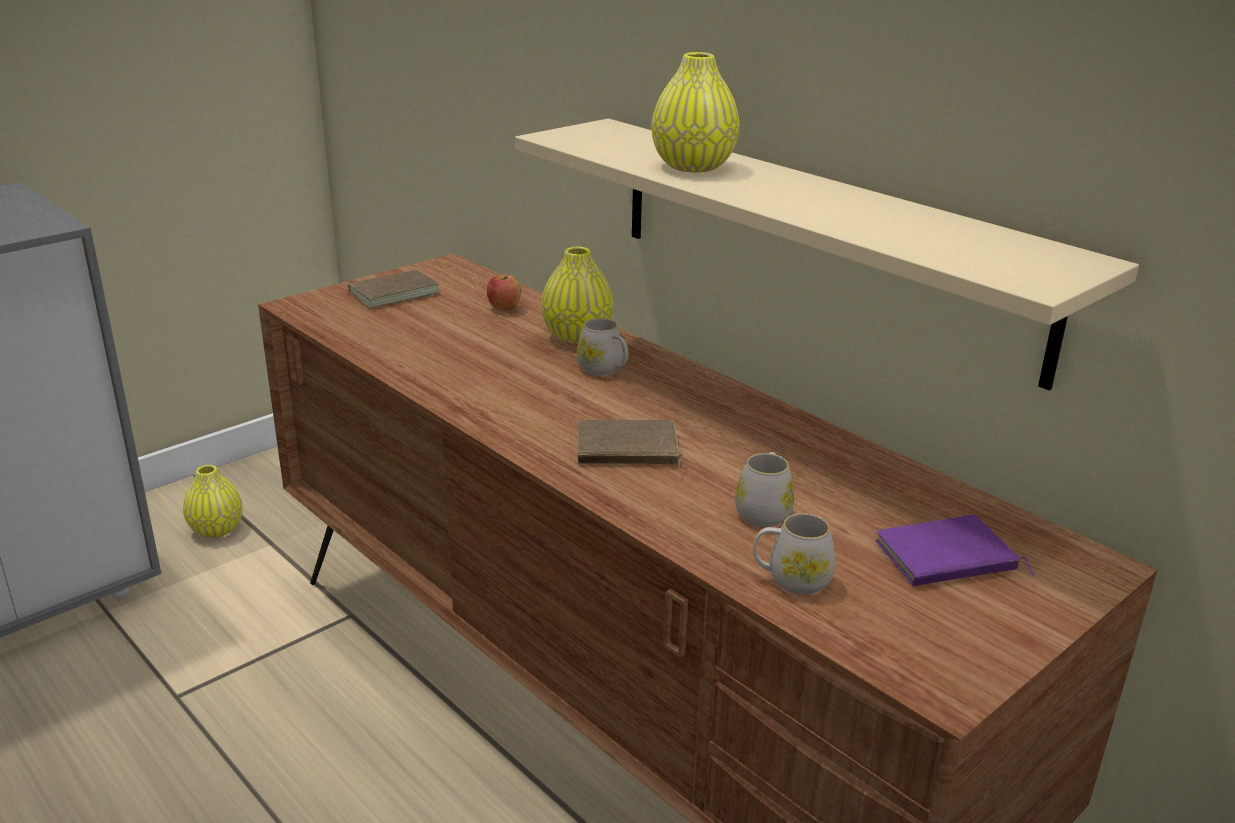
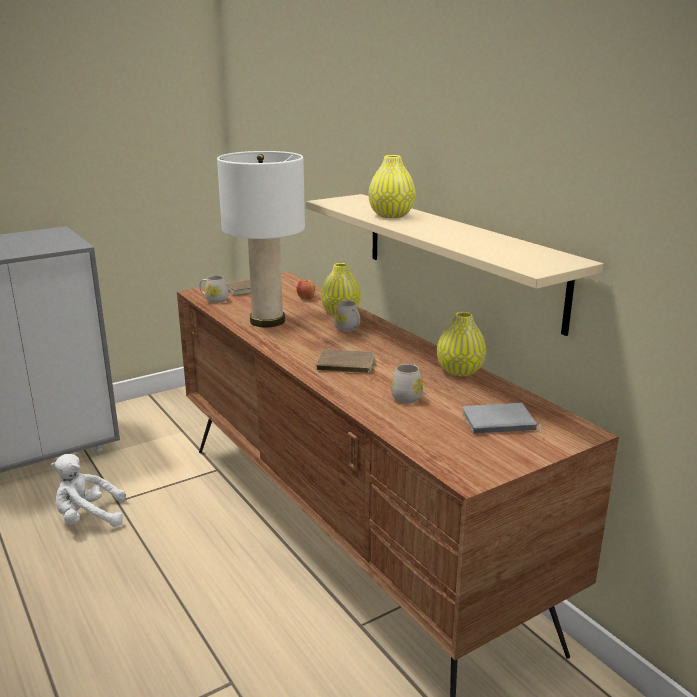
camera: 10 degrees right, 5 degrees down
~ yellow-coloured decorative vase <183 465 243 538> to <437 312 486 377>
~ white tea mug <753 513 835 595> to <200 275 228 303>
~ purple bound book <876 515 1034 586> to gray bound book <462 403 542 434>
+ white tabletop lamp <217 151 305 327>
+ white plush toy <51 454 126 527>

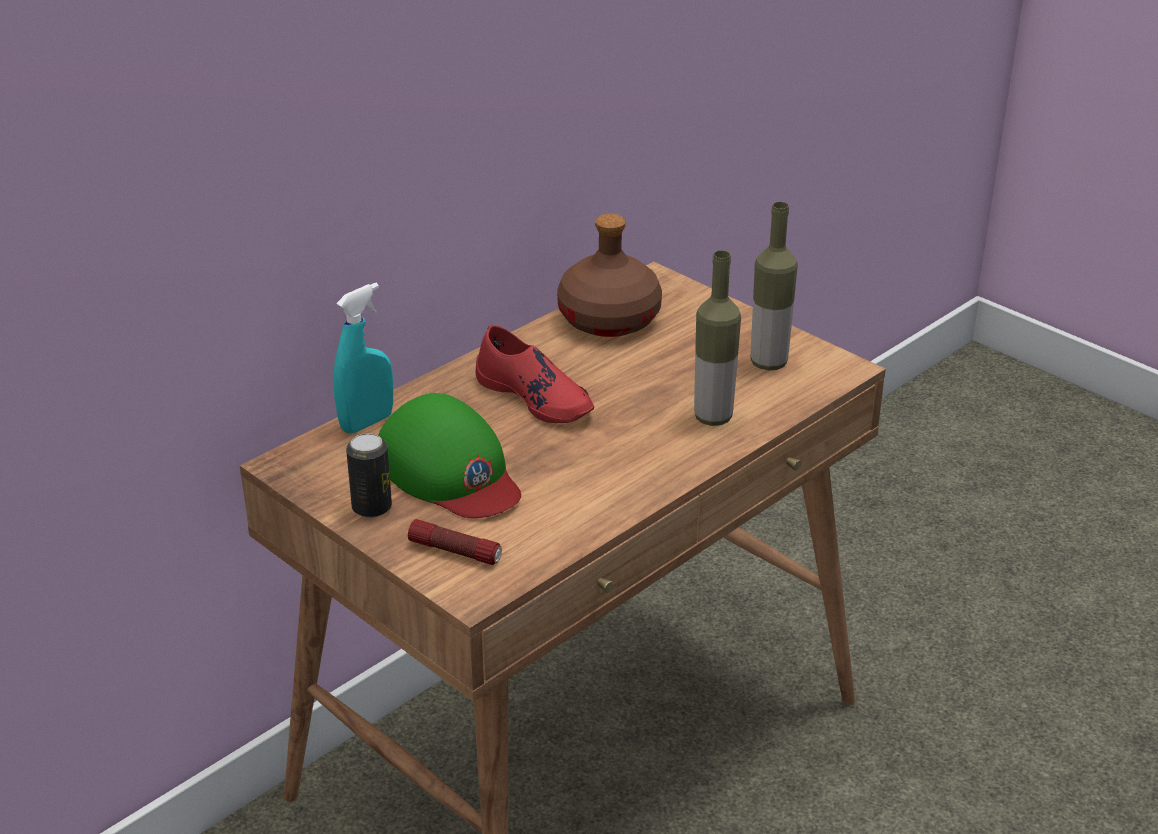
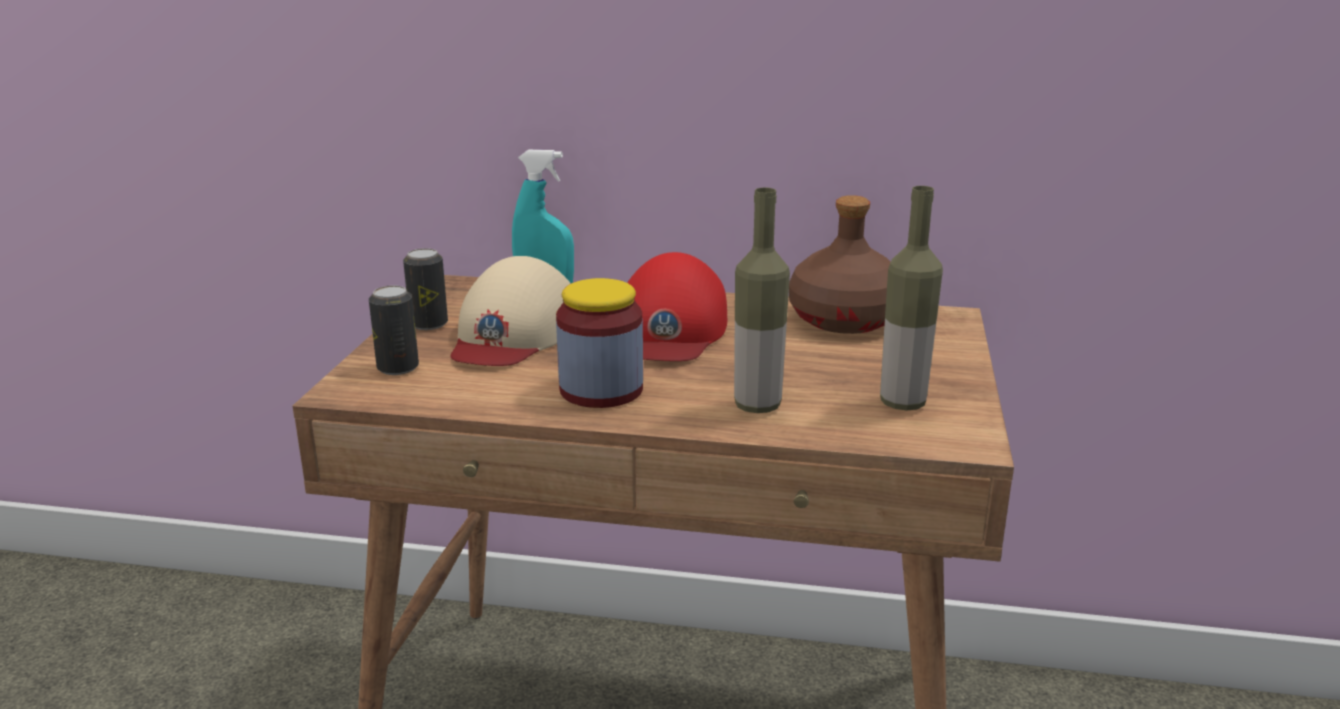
camera: 55 degrees right, 10 degrees down
~ red-coloured item of footwear <475 325 594 423> to red-coloured cap <627 252 727 361>
~ greenish cap <378 393 521 518> to beige-coloured cap <450 256 571 366>
~ torch <408 519 502 565> to can <369 285 419 375>
+ preserve jar <556 278 643 408>

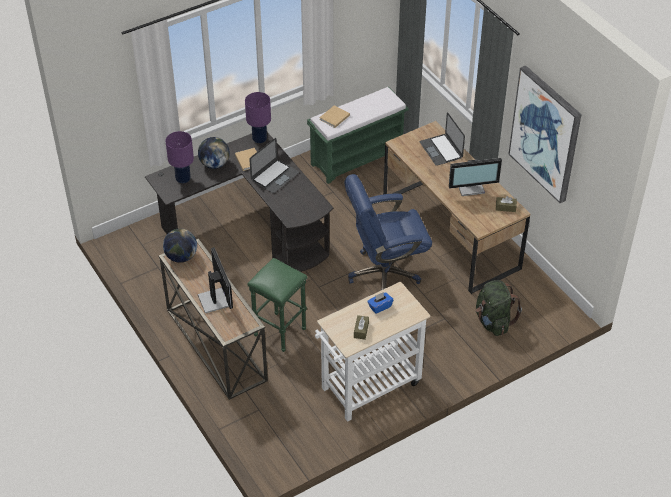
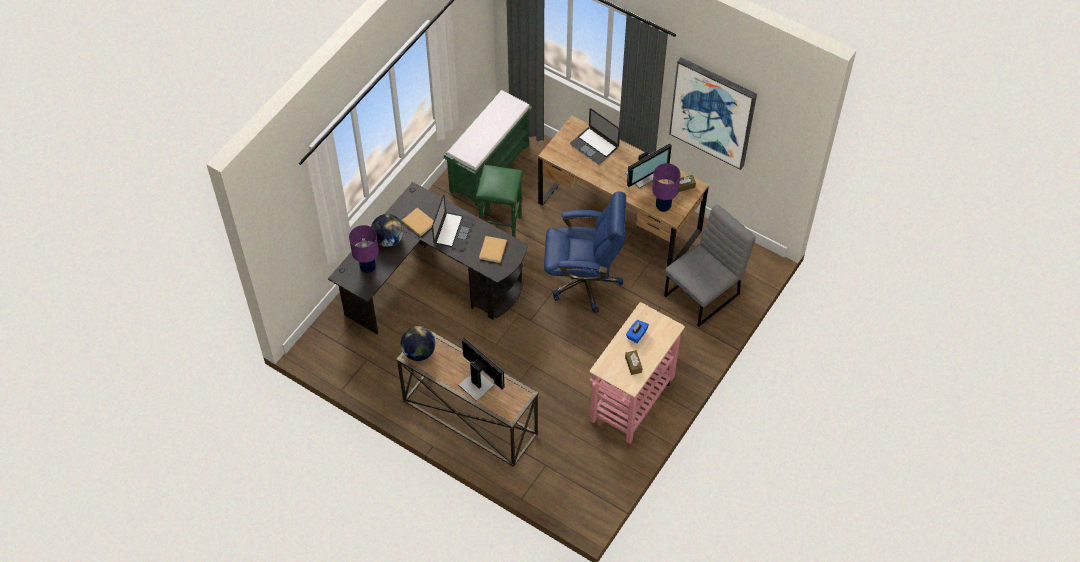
camera: 25 degrees left, 10 degrees up
~ purple tabletop lamp <245 92 271 143> to <652 163 681 212>
~ beige-coloured bound book <319 105 350 128> to <479 236 507 263>
~ bluish computer chair <345 174 432 290> = <544 191 626 313> 135 degrees counterclockwise
~ greenish stool seat <247 258 307 352> to <476 165 523 238>
~ greenish knapsack <476 280 522 336> to gray upright chair <664 204 756 327>
~ white cart <315 282 430 422> to pinkish cart <590 302 685 444>

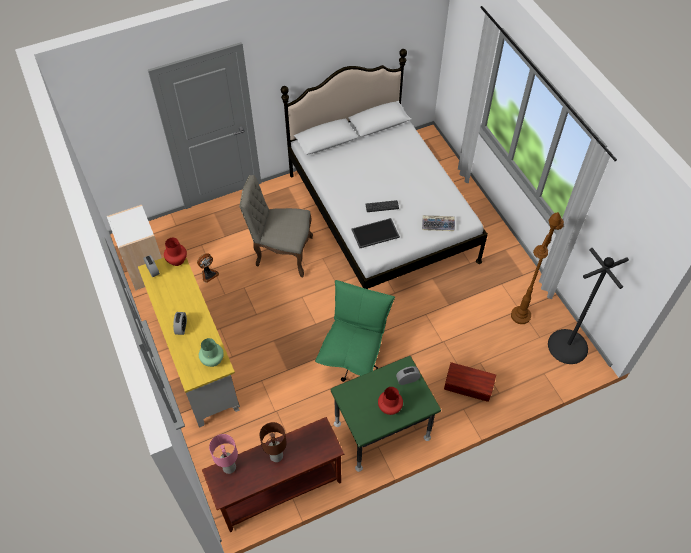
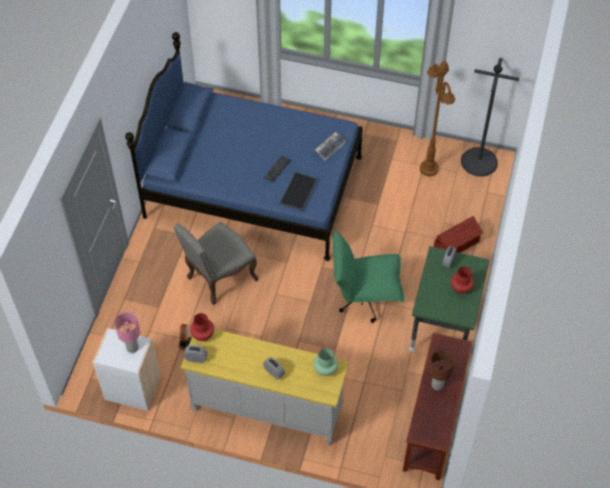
camera: 50 degrees left, 0 degrees up
~ white bedroom bed <281 49 488 289> to bluish bedroom bed <125 32 363 261>
~ greenish computer chair <315 280 395 382> = <333 230 404 323> 60 degrees counterclockwise
~ pinkish tabletop lamp <209 434 238 474> to <115 312 140 353>

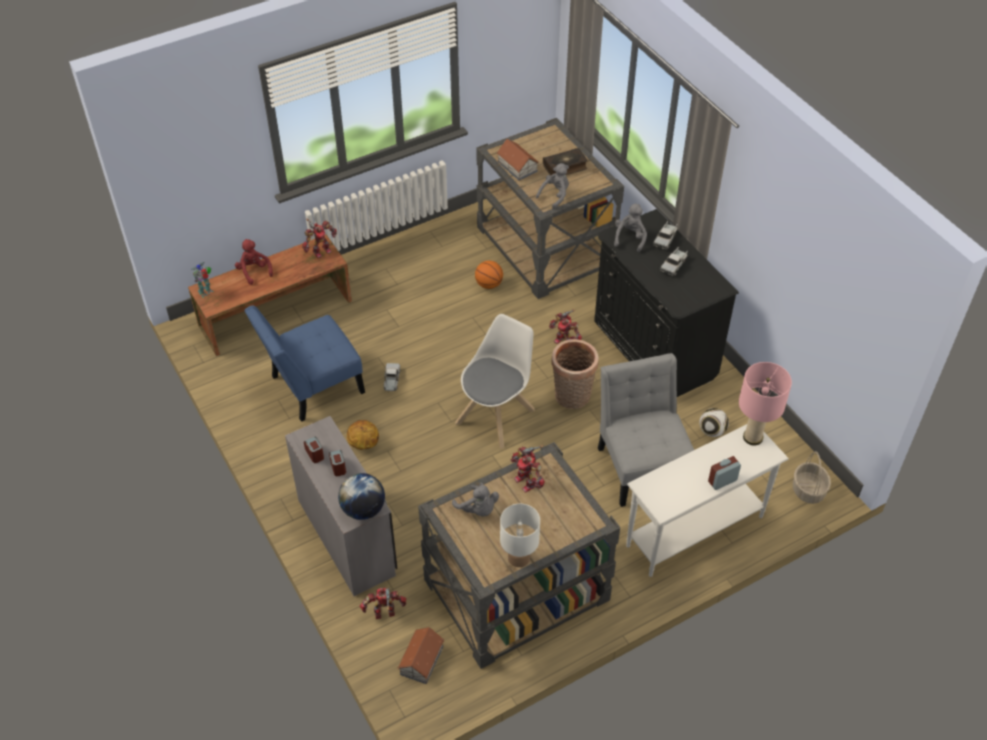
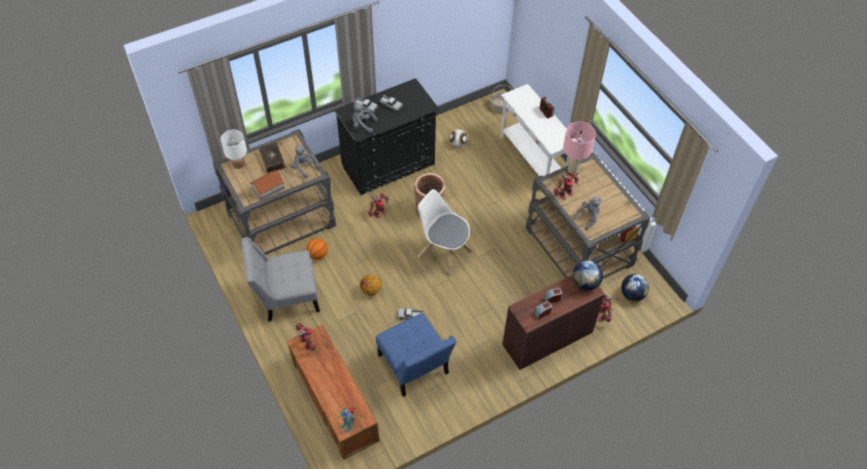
camera: 90 degrees left, 5 degrees up
- red-coloured plush toy <235 239 273 285>
~ gray upright chair <598 353 694 507> to <241 237 320 322>
~ pinkish tabletop lamp <739 362 792 446> to <563 122 596 175>
~ gray desk unit <285 416 397 596> to brown-coloured desk unit <502 275 605 370>
~ basketball <347 420 379 450> to <360 274 382 296>
~ white tabletop lamp <500 504 540 567> to <221 129 247 169>
~ toy house <398 627 444 684> to desk globe <621 274 649 301>

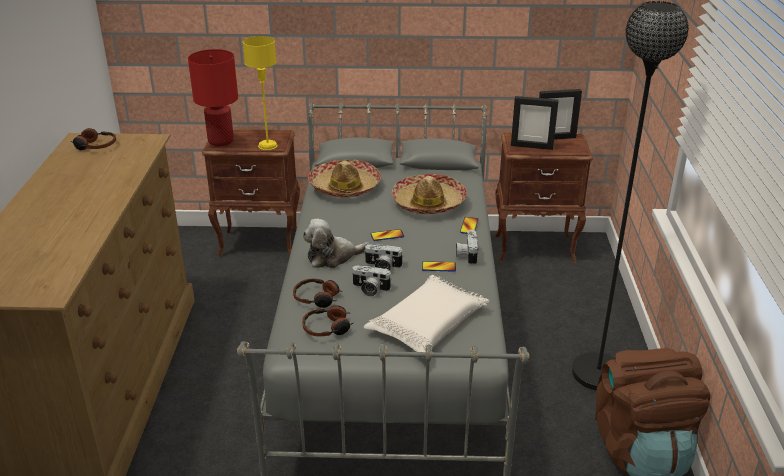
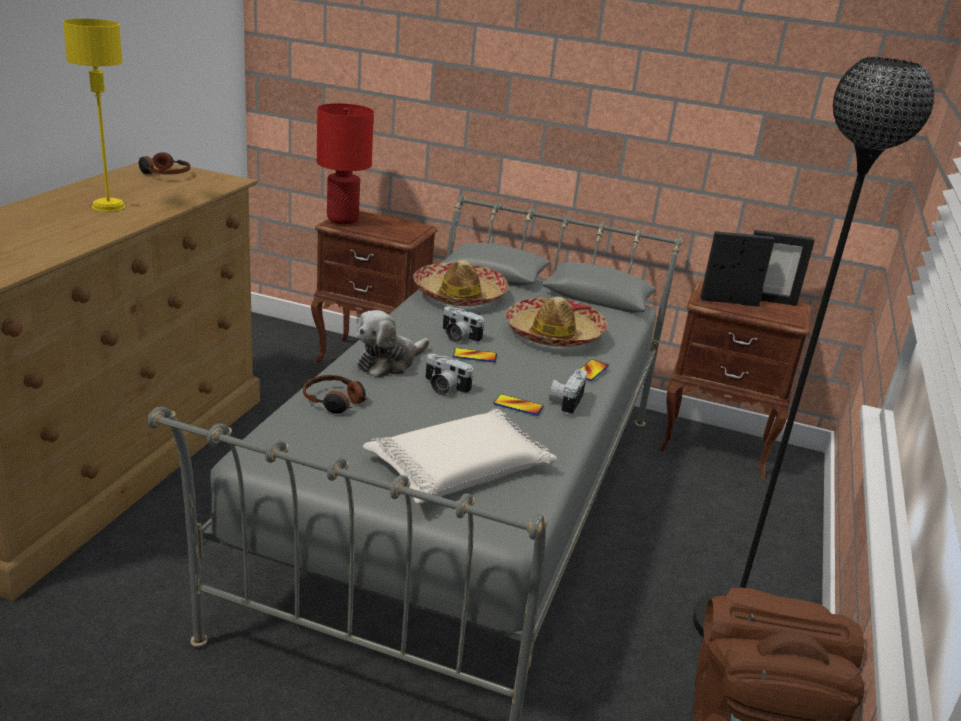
camera: 15 degrees right, 5 degrees down
~ yellow-coloured tabletop lamp <243 36 278 150> to <63 19 125 212>
~ photo frame <511 96 559 150> = <700 231 775 307> 150 degrees clockwise
~ plush toy <303 218 370 268> = <357 310 429 378> 45 degrees counterclockwise
~ still camera <351 266 392 296> to <443 306 484 343>
- headphones <302 305 353 337>

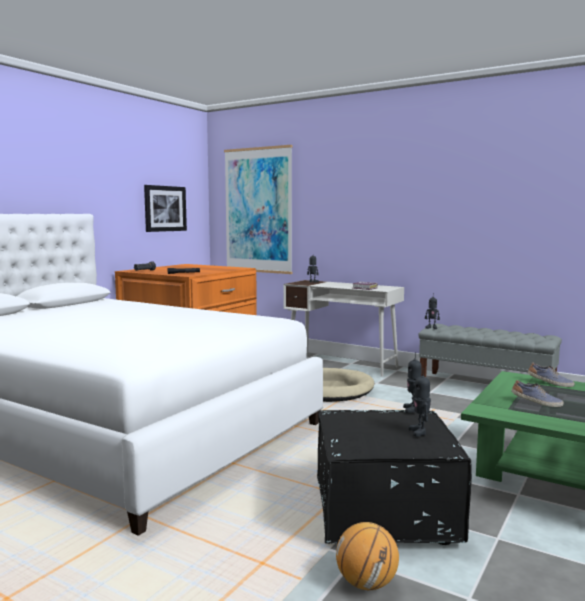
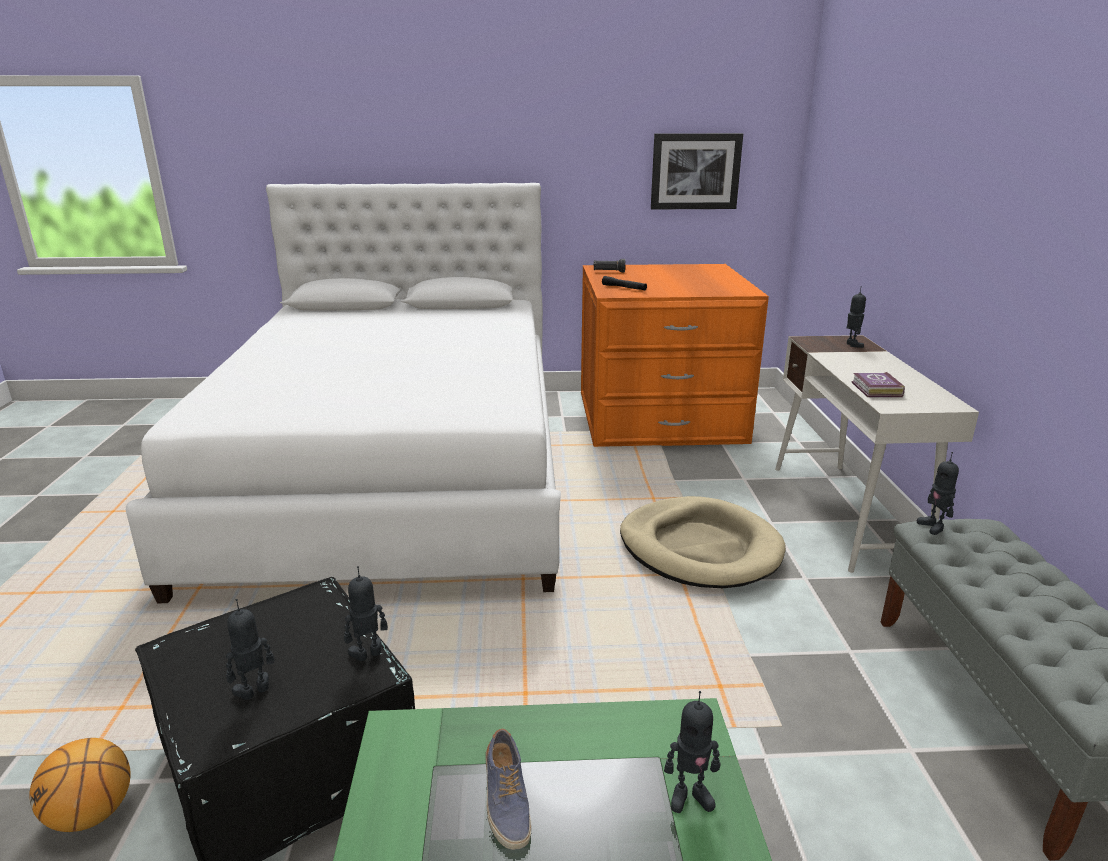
camera: 55 degrees right, 15 degrees up
- wall art <224 145 293 274>
~ item of footwear <528 362 575 387> to toy robot <664 691 720 813>

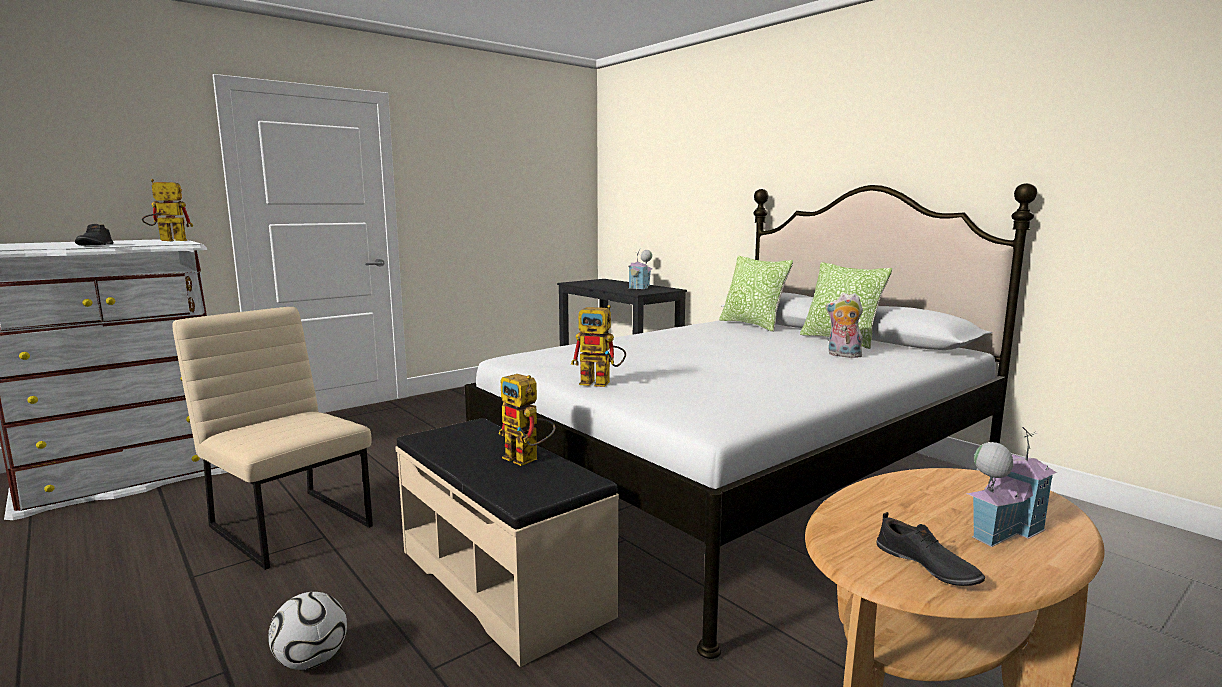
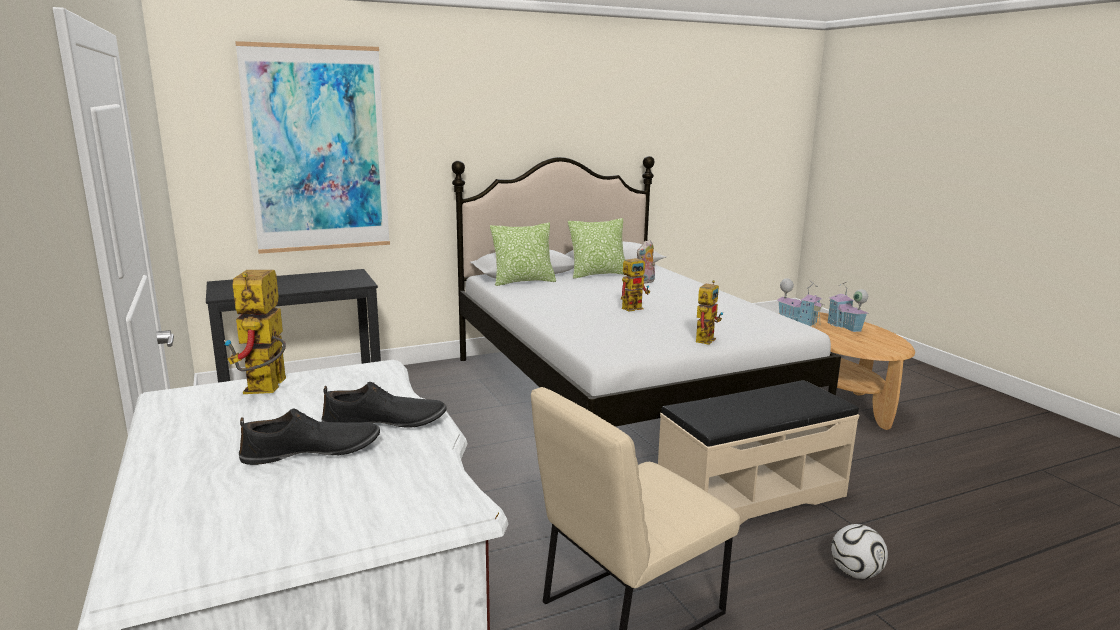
camera: 75 degrees left, 5 degrees up
~ toy house <629 250 652 289> to <777 278 824 326>
~ toy robot <499 374 555 466> to <621 256 650 312>
~ black item of footwear <877 512 985 586> to <239 409 380 465>
+ wall art <235 41 390 254>

